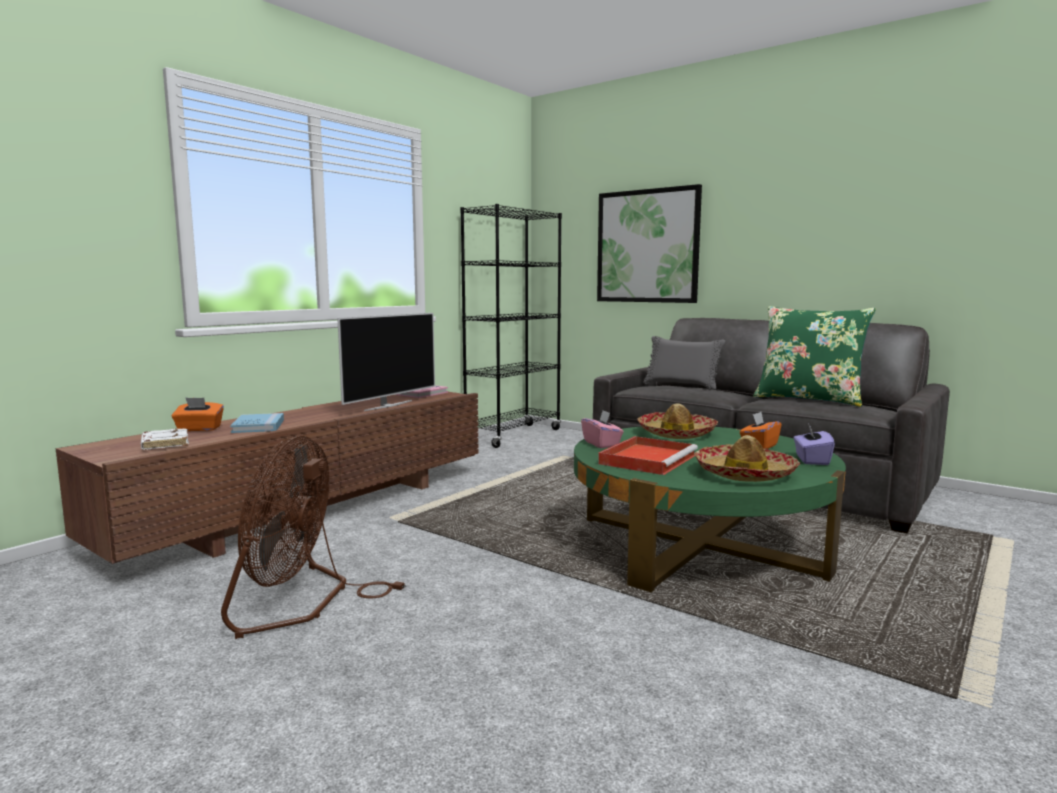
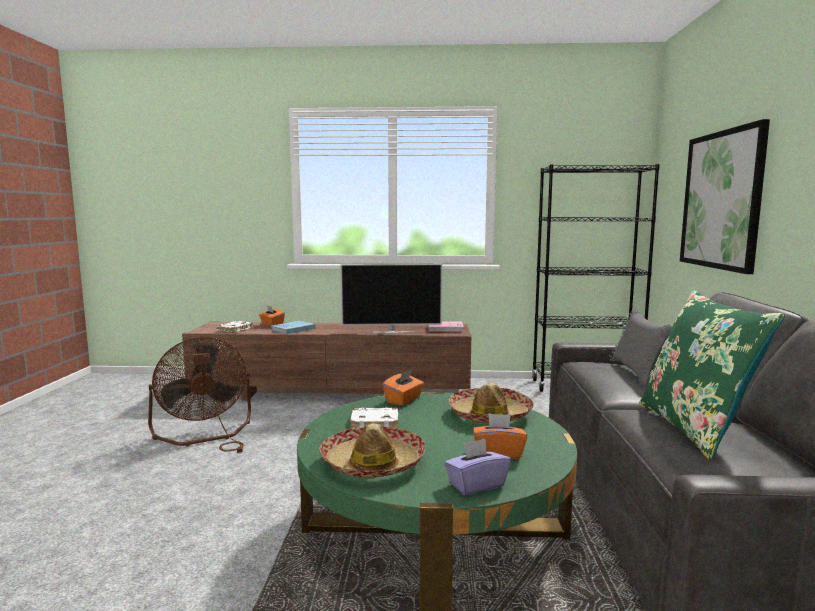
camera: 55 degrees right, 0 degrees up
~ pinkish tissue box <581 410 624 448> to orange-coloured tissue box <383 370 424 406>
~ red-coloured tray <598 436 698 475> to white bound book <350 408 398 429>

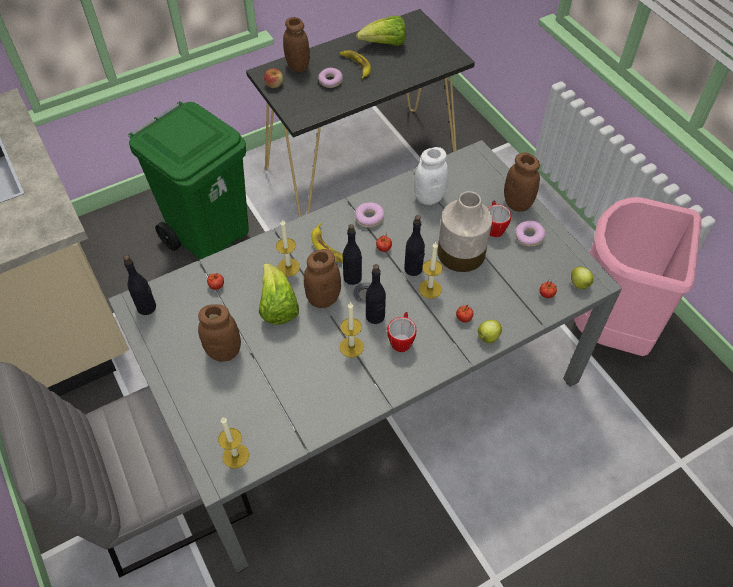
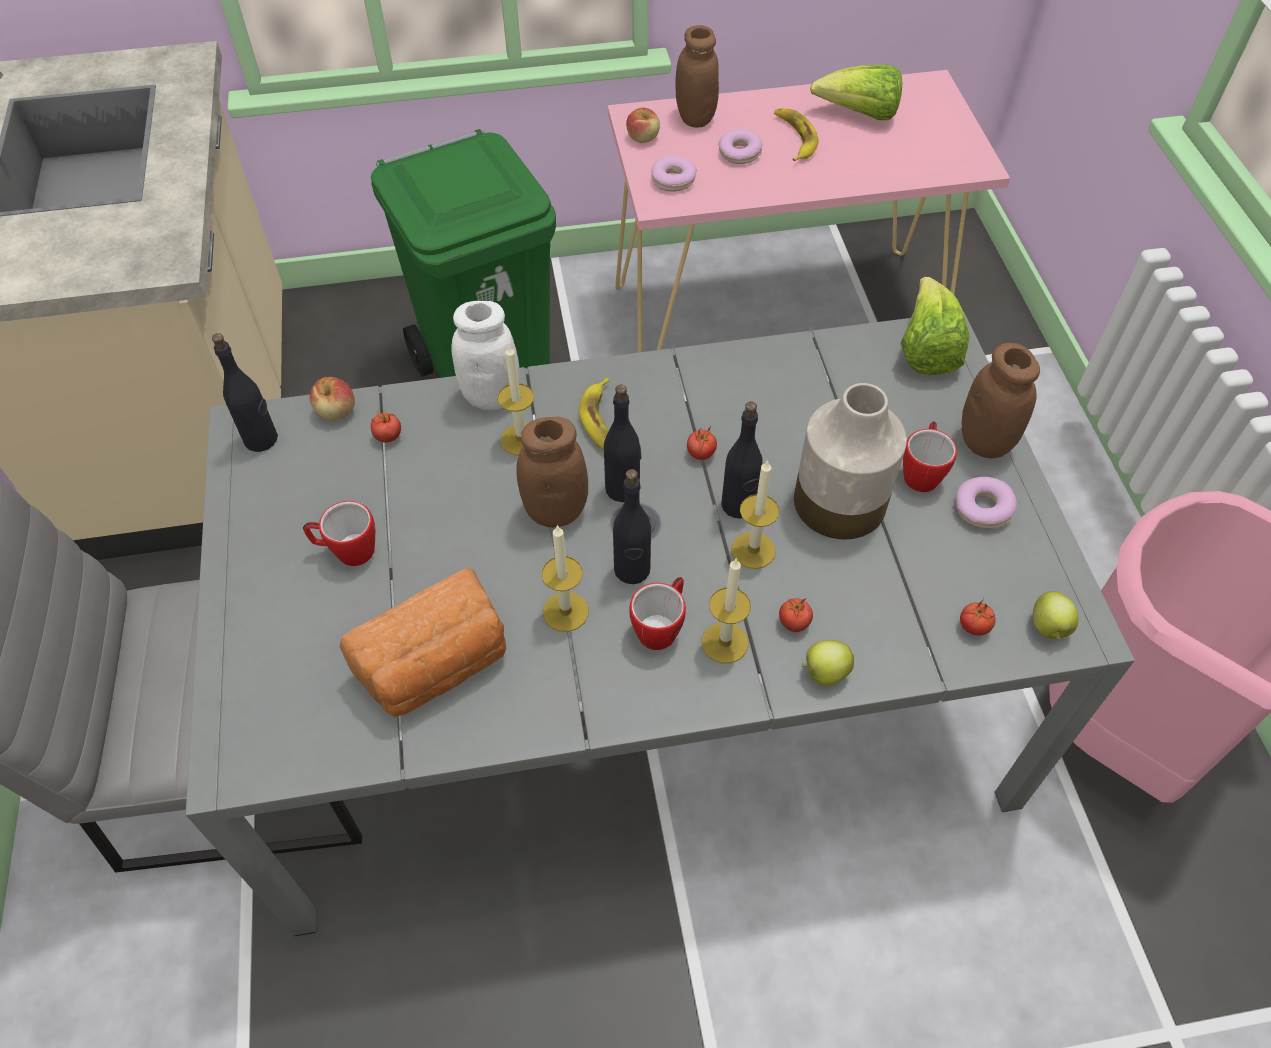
camera: 20 degrees right, 0 degrees up
~ black narrow table <246 9 475 217> to pinkish narrow table <608 70 1010 353>
~ white preserve jar <414 147 448 205> to <451 301 520 410>
~ doughnut <355 202 384 228> to <651 156 697 192>
~ lettuce <259 263 299 325> to <900 277 970 375>
~ brown-coloured preserve jar <198 304 241 362> to tea mug <303 501 375 566>
~ wax candle <218 418 249 469> to <702 558 751 663>
+ apple <310 377 355 421>
+ bakery bread <339 568 506 717>

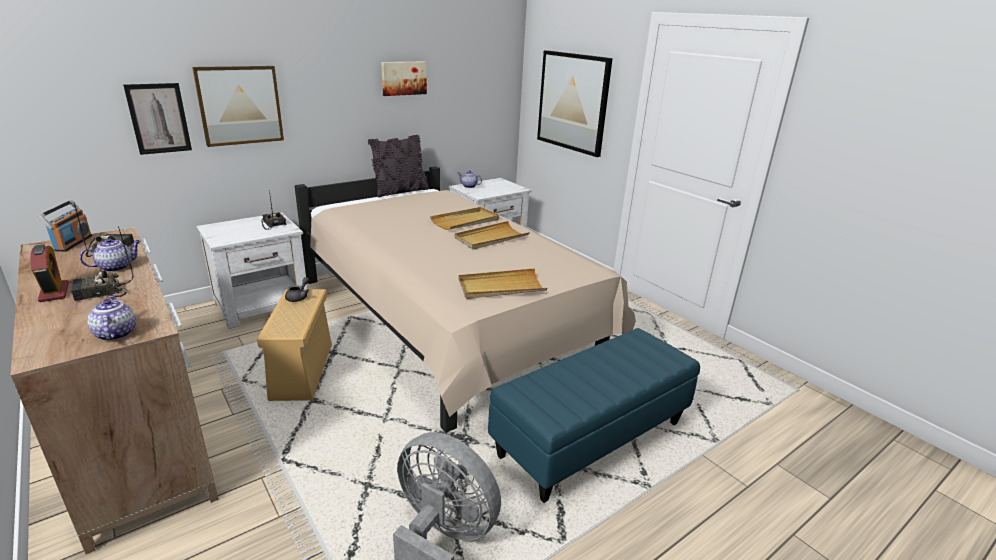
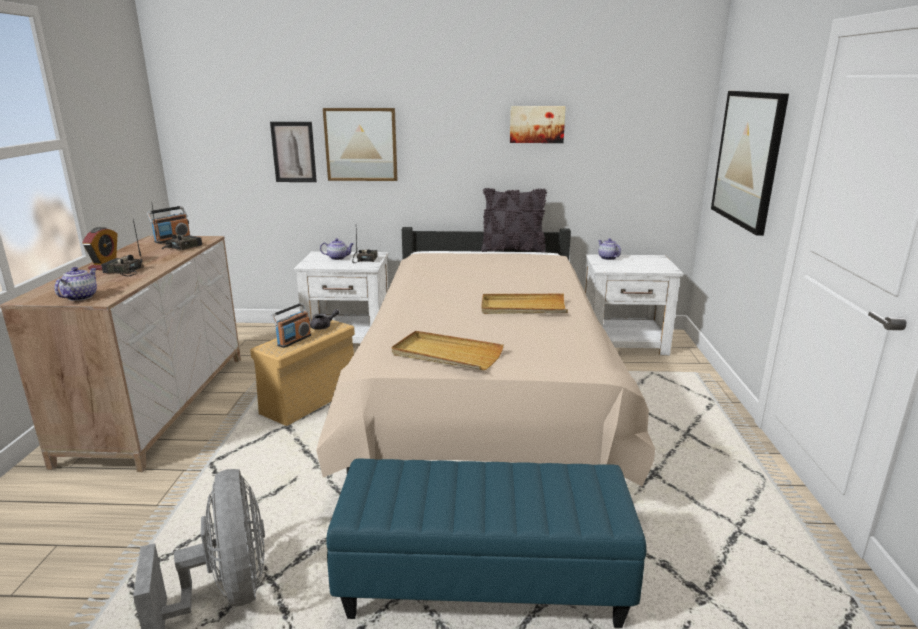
camera: 40 degrees right, 5 degrees down
- beige-coloured tray <430 207 499 230>
~ pot for tea <79 238 140 272> to <320 238 354 260>
+ radio receiver <271 303 311 348>

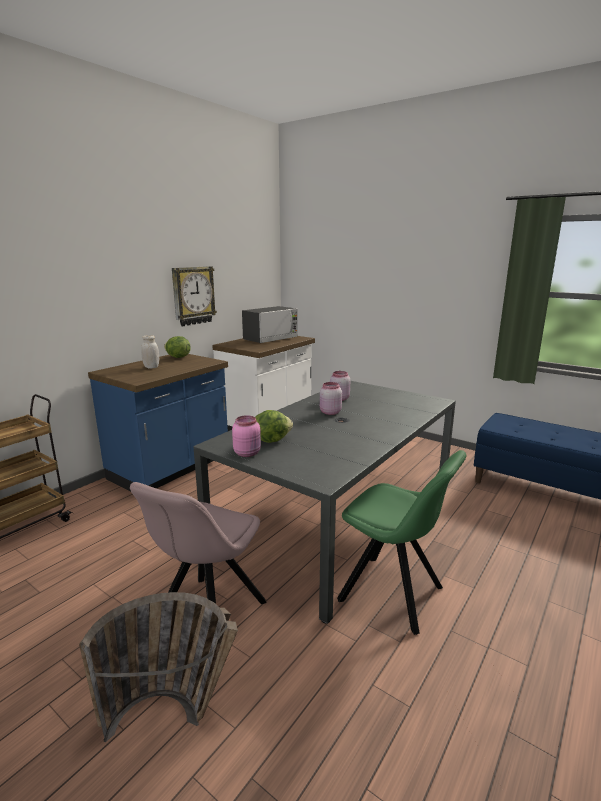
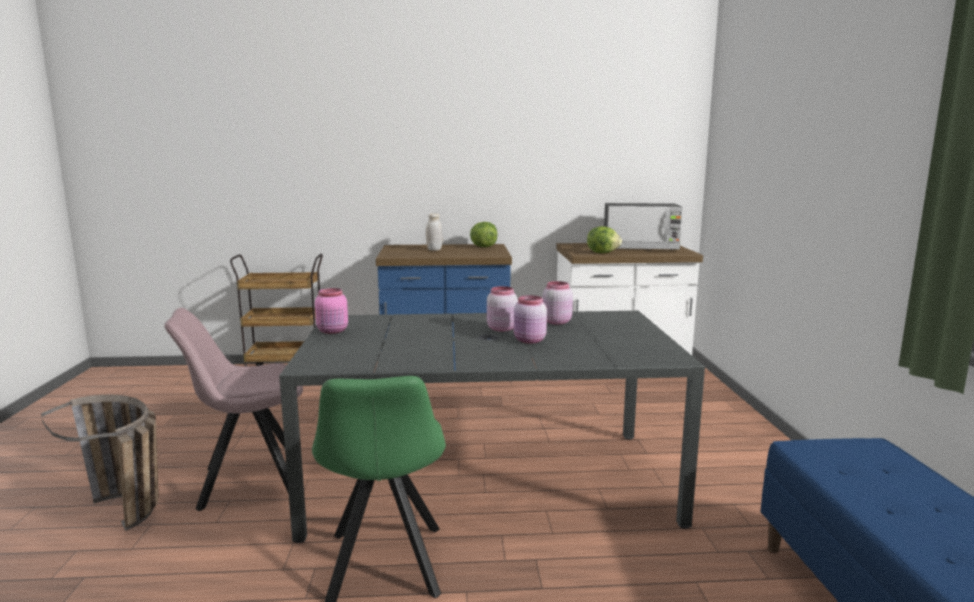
camera: 50 degrees right, 5 degrees down
- hanging clock <172 266 217 326>
~ lettuce <255 410 293 443> to <587 226 622 253>
+ pinkish preserve jar <514 295 547 344>

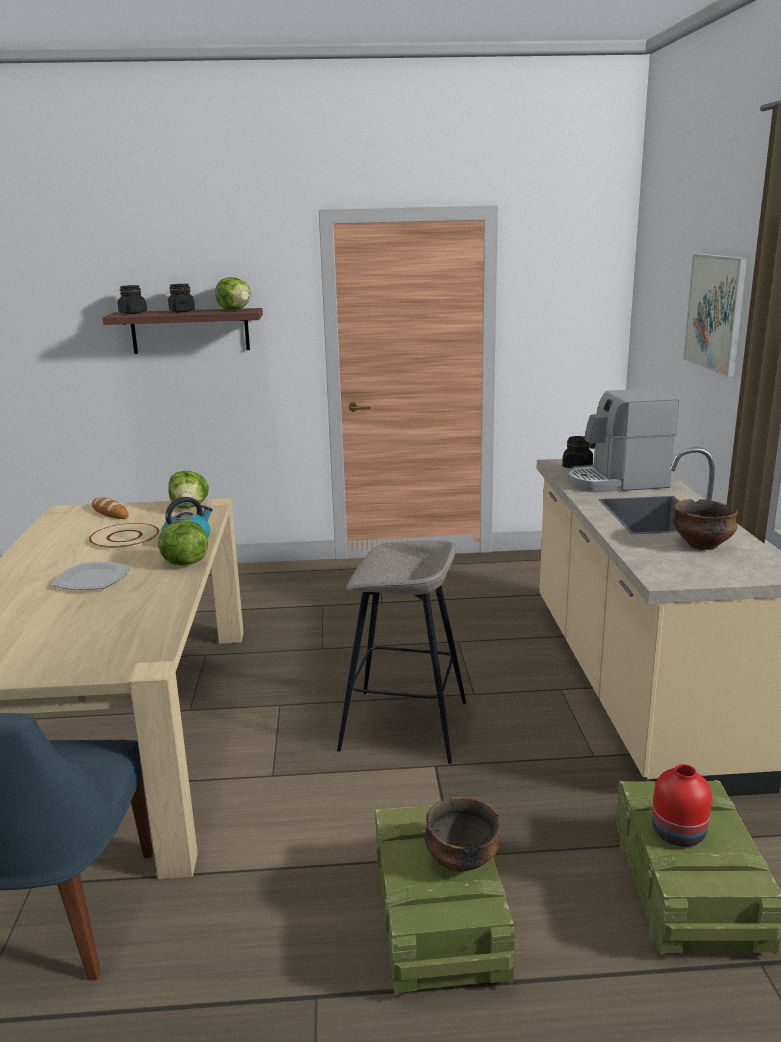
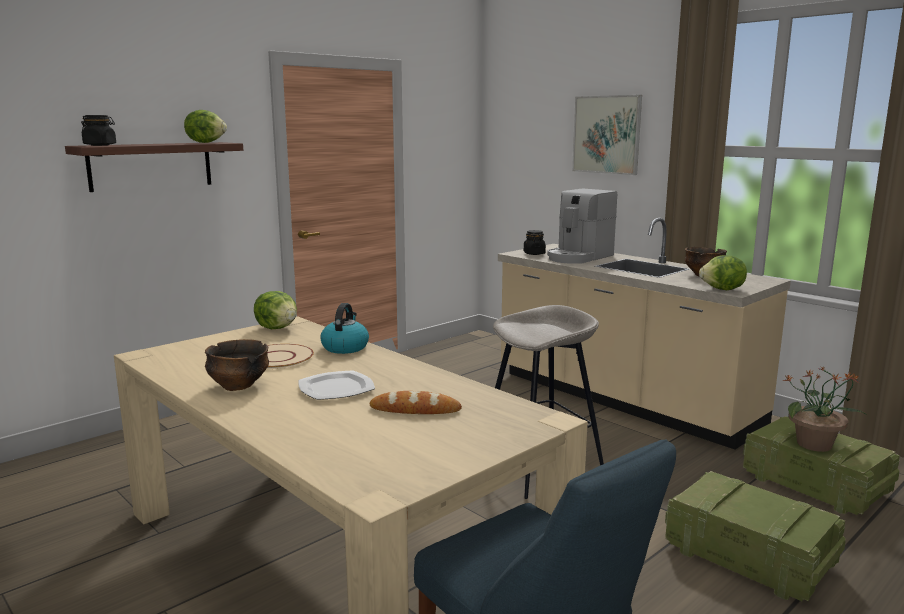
camera: 40 degrees left, 5 degrees down
- black preserve jar <168 284 195 312>
~ bakery bread <92 497 129 519> to <370 391 462 414>
~ lettuce <158 520 208 565> to <699 255 747 290>
~ red-coloured decorative vase <652 764 712 847> to plant in a pot <782 366 867 452>
~ serving bowl <424 796 501 872> to <205 339 269 391>

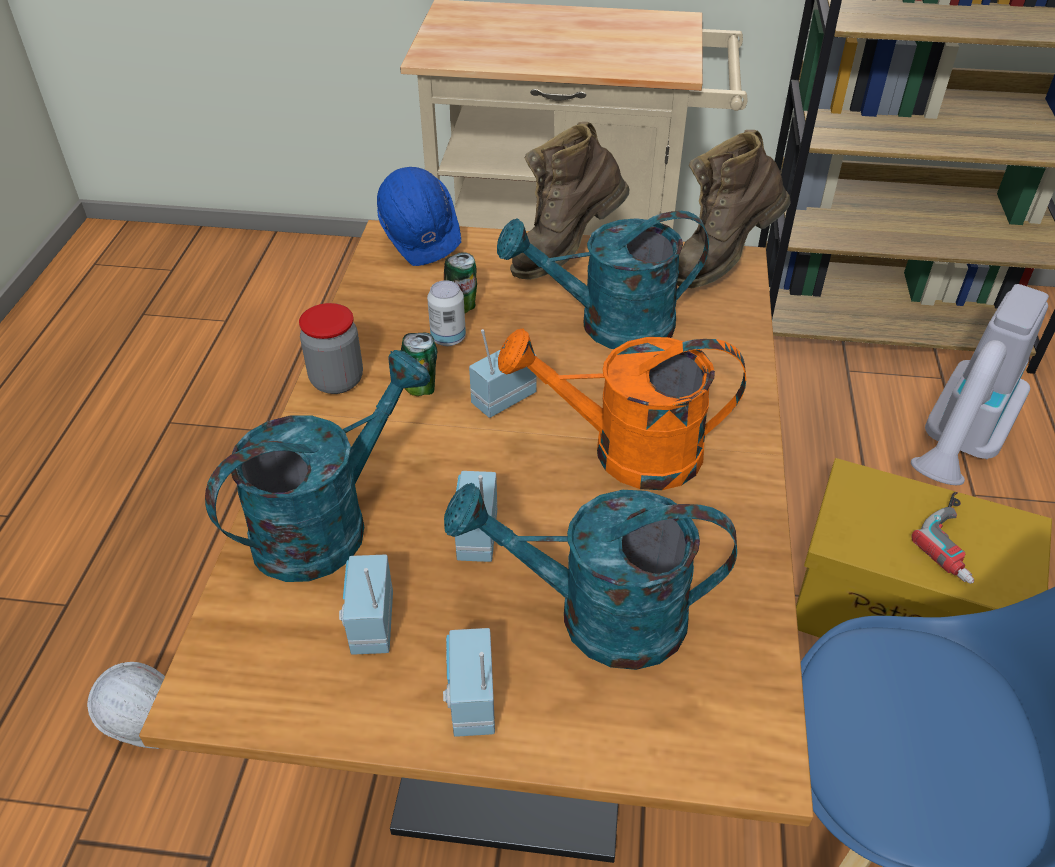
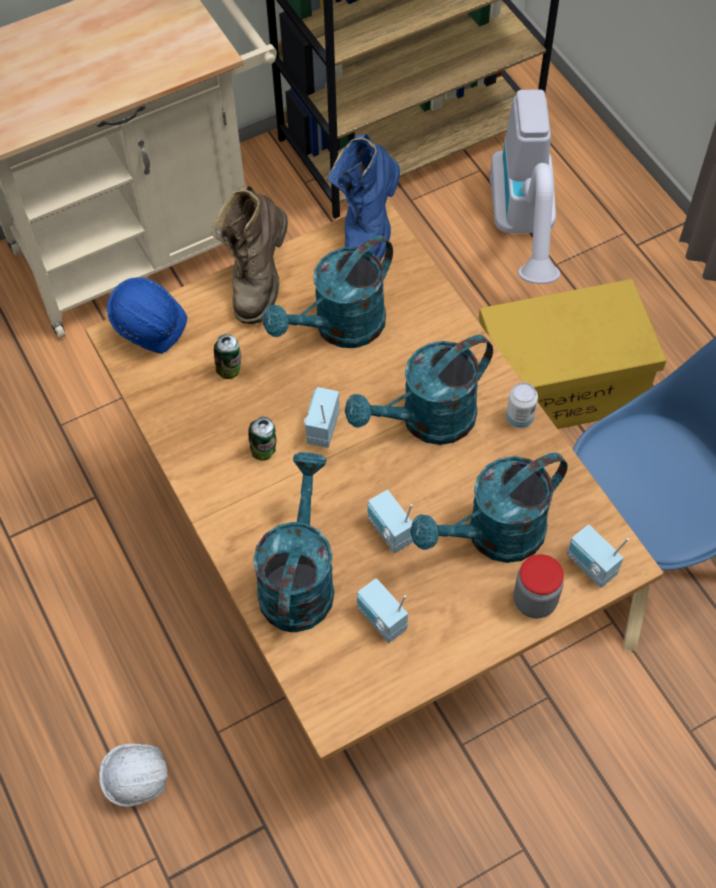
camera: 35 degrees left, 15 degrees up
~ brown-coloured boot <677 130 790 288> to bluish boot <328 134 400 261>
~ can <427 280 466 346> to <506 382 538 428>
~ preserve jar <299 303 363 394> to <514 554 564 618>
~ orange-coloured watering can <498 329 746 490> to blue-green watering can <345 335 493 445>
- drill <911 492 974 584>
~ radio receiver <443 628 495 737> to <567 524 629 588>

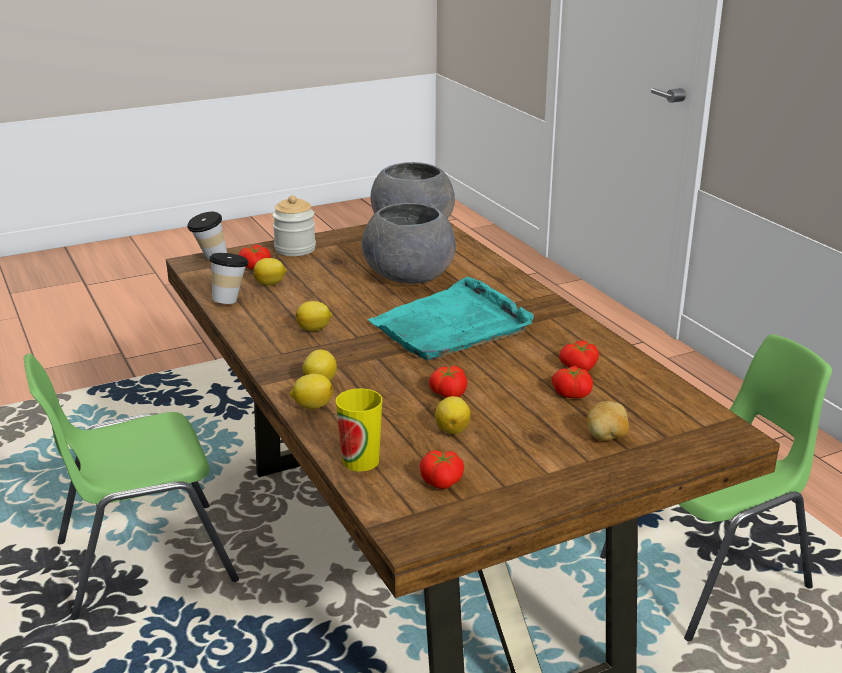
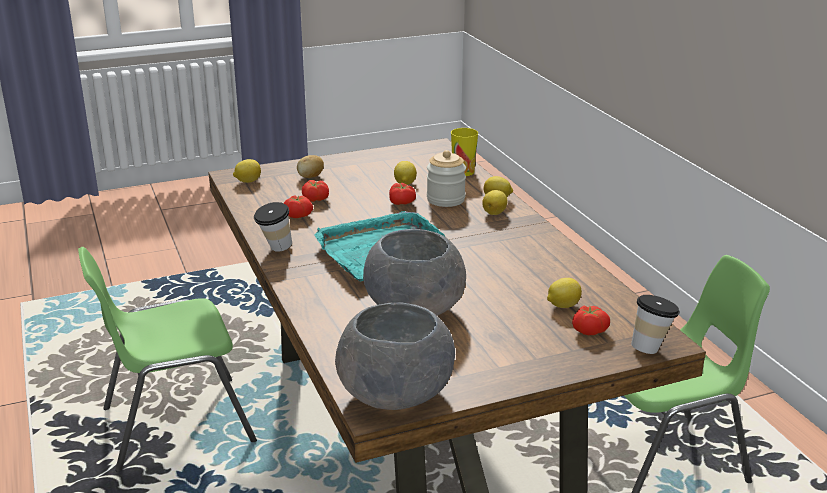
camera: 175 degrees left, 0 degrees up
~ preserve jar <272 195 316 256> to <427 150 466 207>
~ small cup <209 253 249 304> to <254 202 292 252>
~ lemon <296 301 332 331> to <233 159 261 183>
- fresh tomato <420 450 464 489>

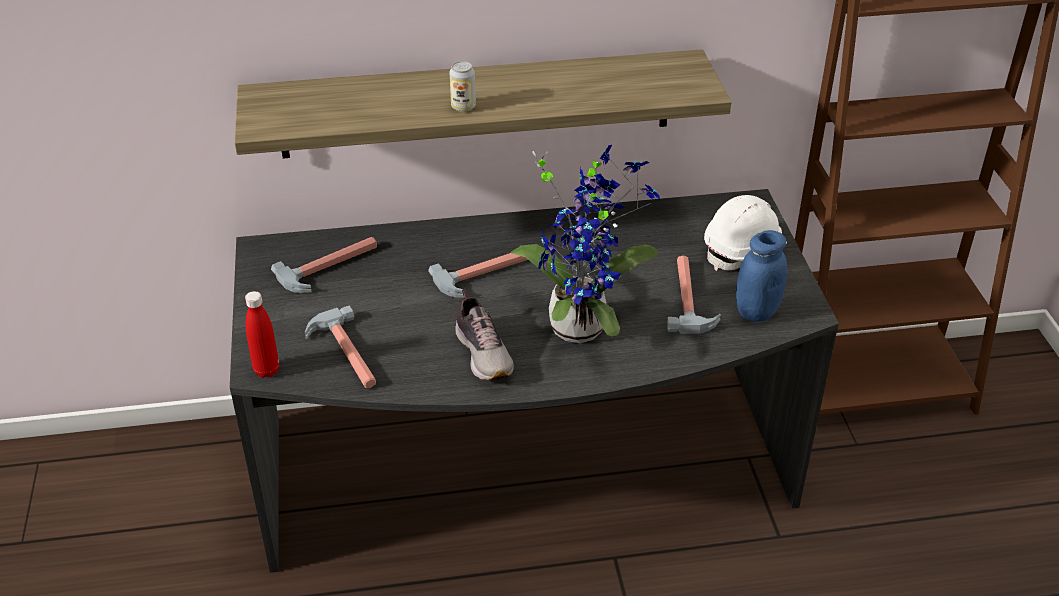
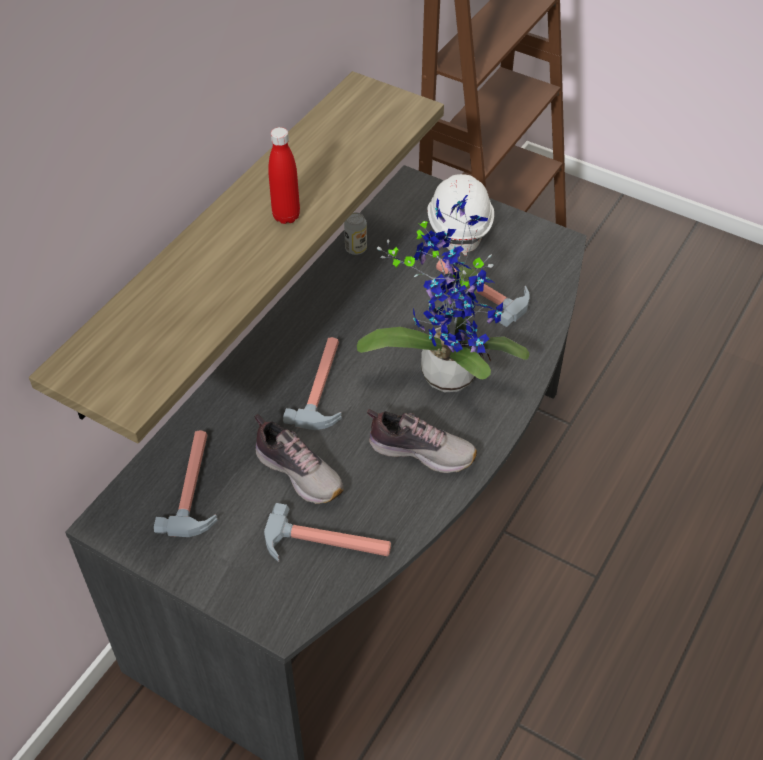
camera: 50 degrees left, 10 degrees up
~ can <449 61 476 112> to <344 212 367 255>
- bluish preserve jar <736 230 787 322>
~ red-coloured bottle <245 291 279 378> to <268 127 300 224>
+ item of footwear <255 414 344 504>

